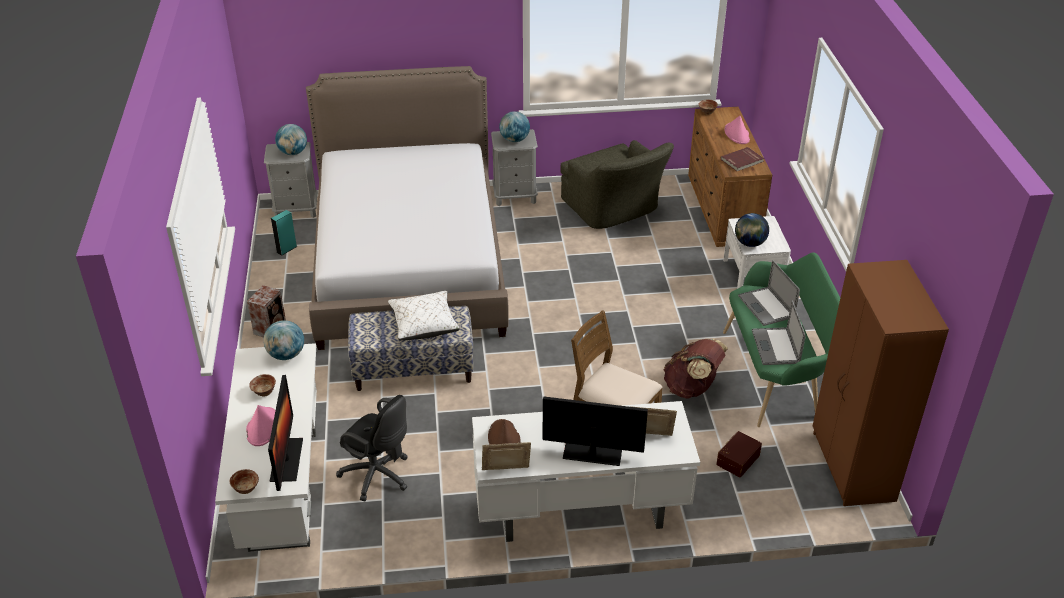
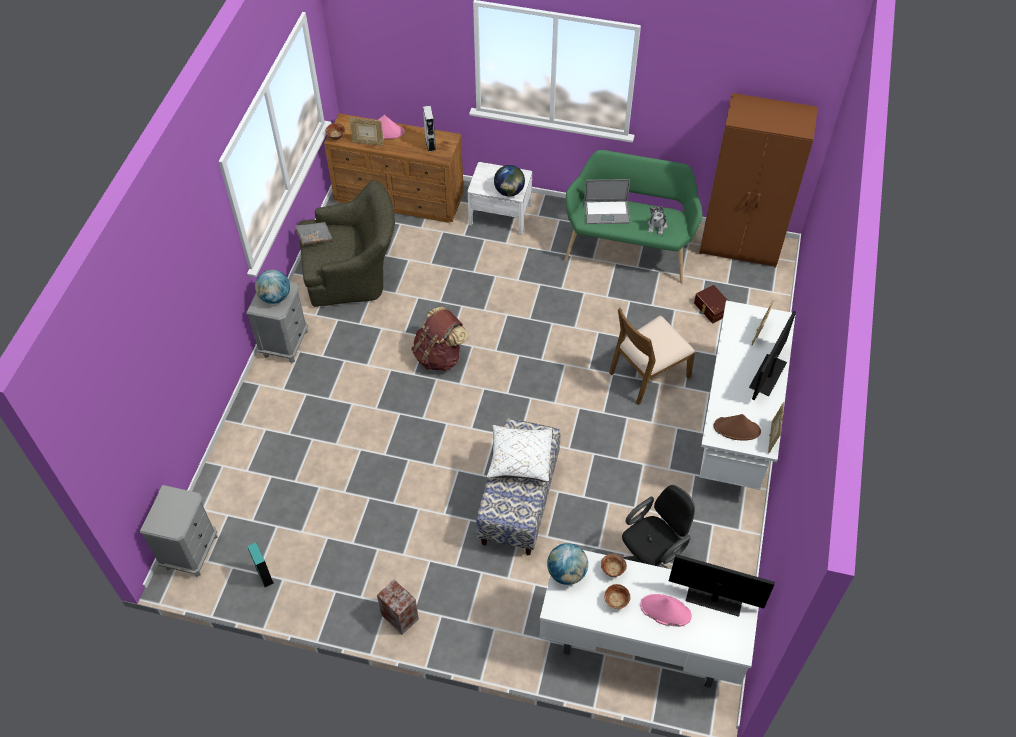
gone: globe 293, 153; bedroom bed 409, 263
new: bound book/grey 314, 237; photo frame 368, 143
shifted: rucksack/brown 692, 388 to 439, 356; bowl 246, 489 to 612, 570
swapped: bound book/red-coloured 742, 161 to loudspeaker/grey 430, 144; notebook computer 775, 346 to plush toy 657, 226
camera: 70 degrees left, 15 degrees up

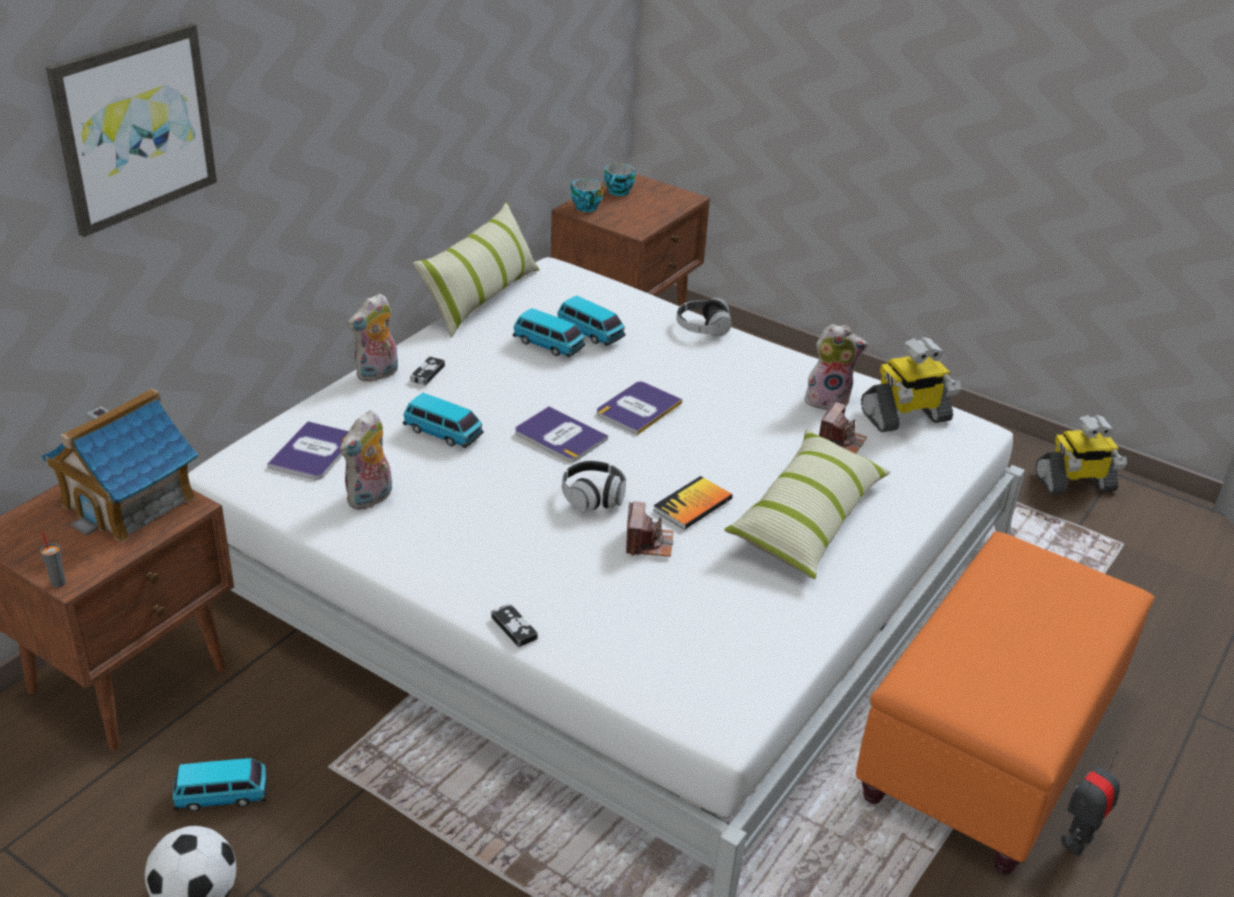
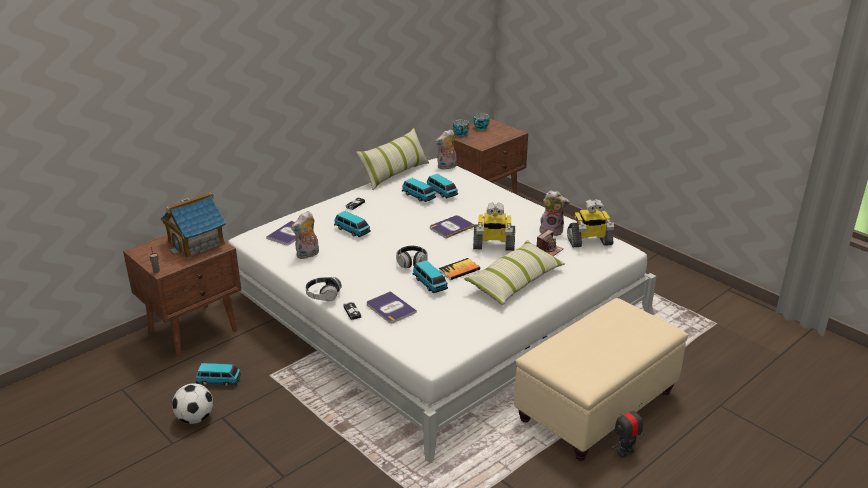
gone: wall picture 134, 127
shifted: headset 702, 329 to 323, 295; bound book 560, 436 to 390, 308; plush toy 377, 374 to 447, 167; robot figure 1074, 483 to 493, 245
swapped: photo camera 648, 543 to miniature car 430, 284
repainted: ottoman/orange-coloured 989, 746 to ottoman/beige-coloured 597, 405
camera: 15 degrees right, 5 degrees down

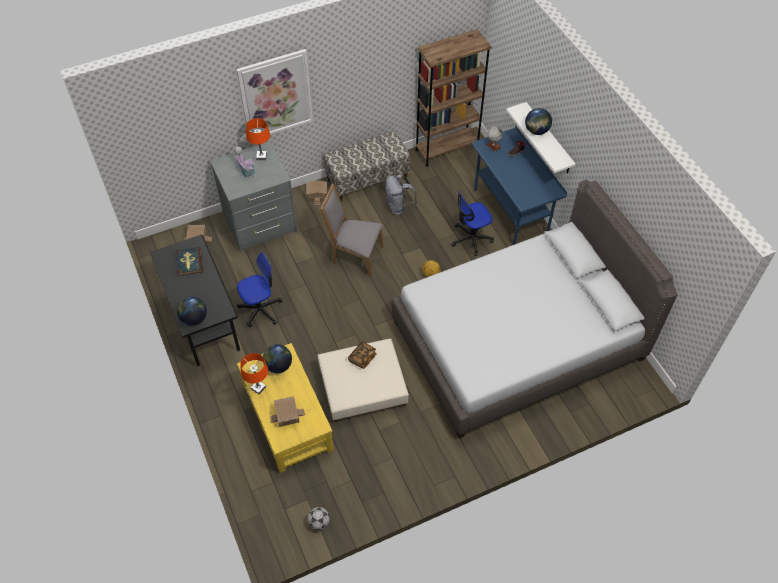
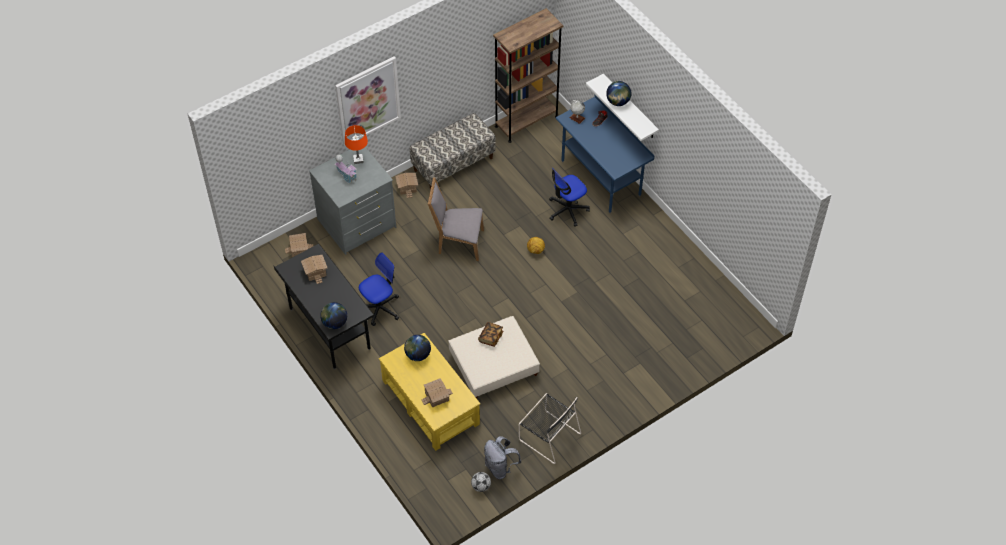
gone: table lamp/orange-coloured 258, 388; bedroom bed/grey 517, 340
new: chair/blackish 548, 435
shifted: rucksack/grey 399, 207 to 500, 467
swapped: bound book 189, 262 to toy house 314, 272
camera: 10 degrees left, 0 degrees up

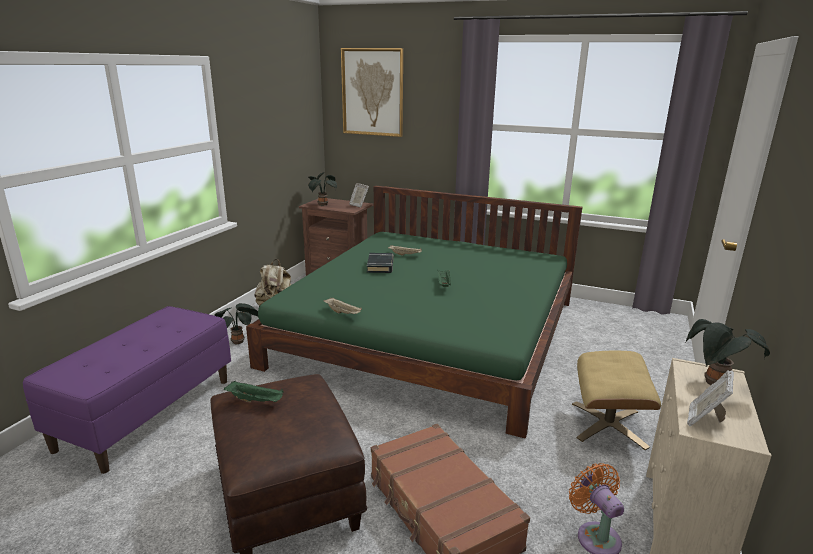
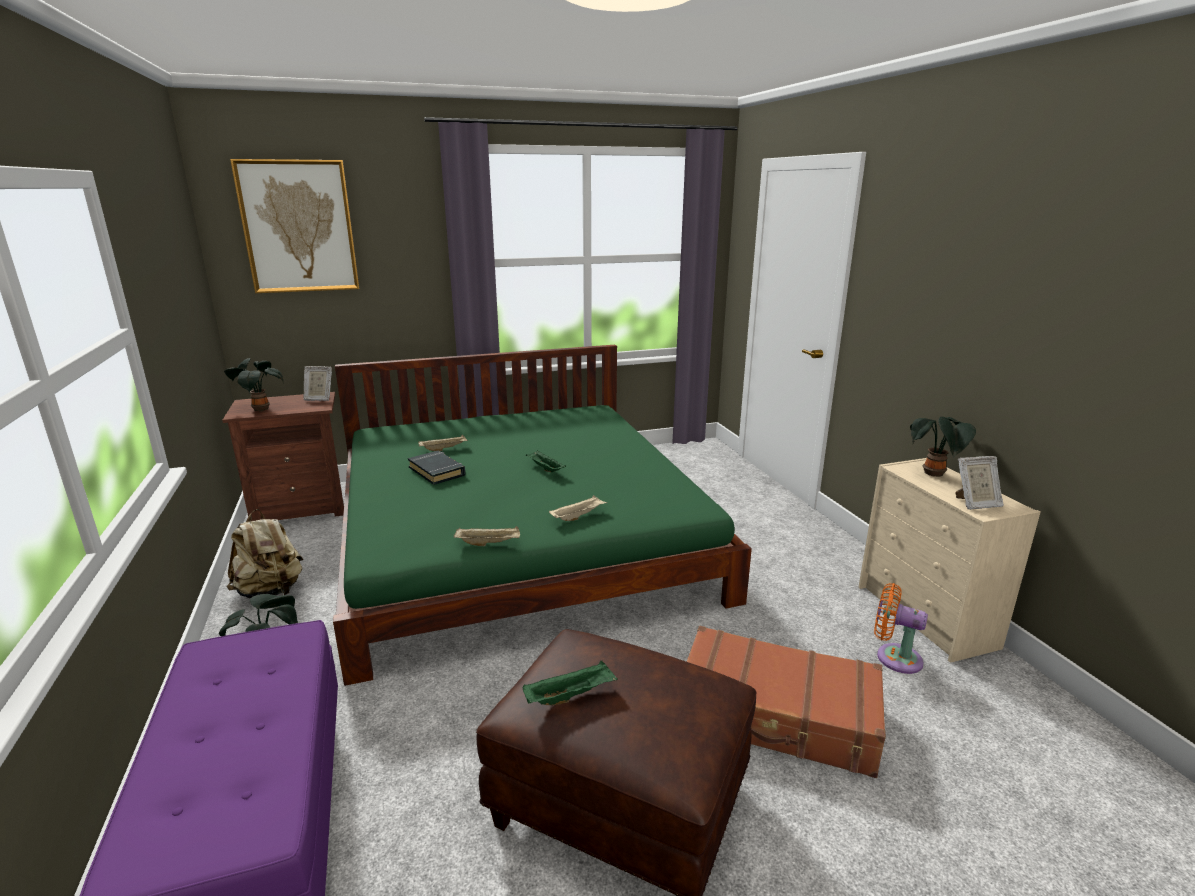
gone: ottoman/beige-coloured 609, 425
new: tray/beige-coloured 578, 516
rotated: photo frame 705, 420 = 975, 504 90 degrees counterclockwise
camera: 40 degrees left, 0 degrees up

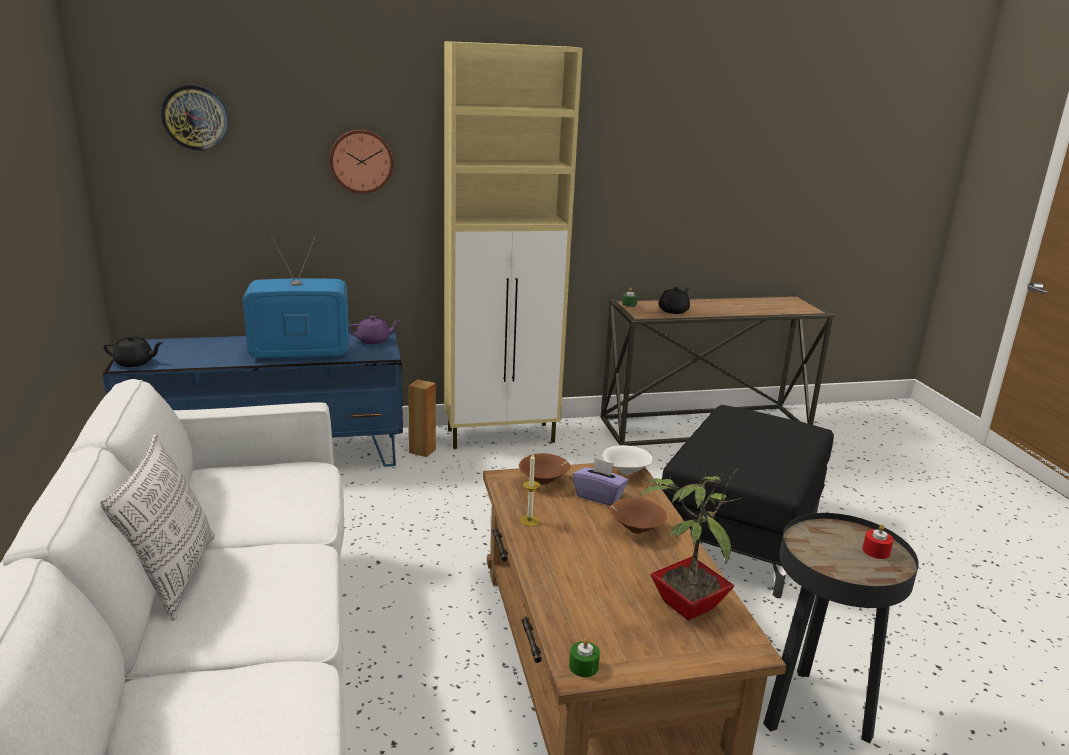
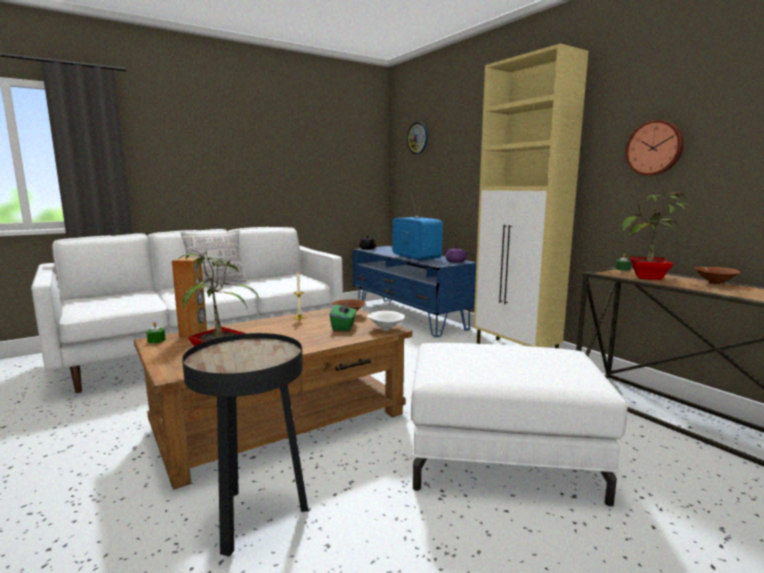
gone: candle/red-coloured 876, 551
shifted: loudspeaker/brown 422, 451 to 193, 334; wall clock 361, 161 to 655, 148; bowl/brown 635, 530 to 713, 283
swapped: tea pot/blackish 674, 310 to plant in a pot 648, 278
repainted: box of tissues/purple 599, 496 to box of tissues/green 344, 326; ottoman/blackish 741, 534 to ottoman/white 502, 460
camera: 70 degrees right, 10 degrees down

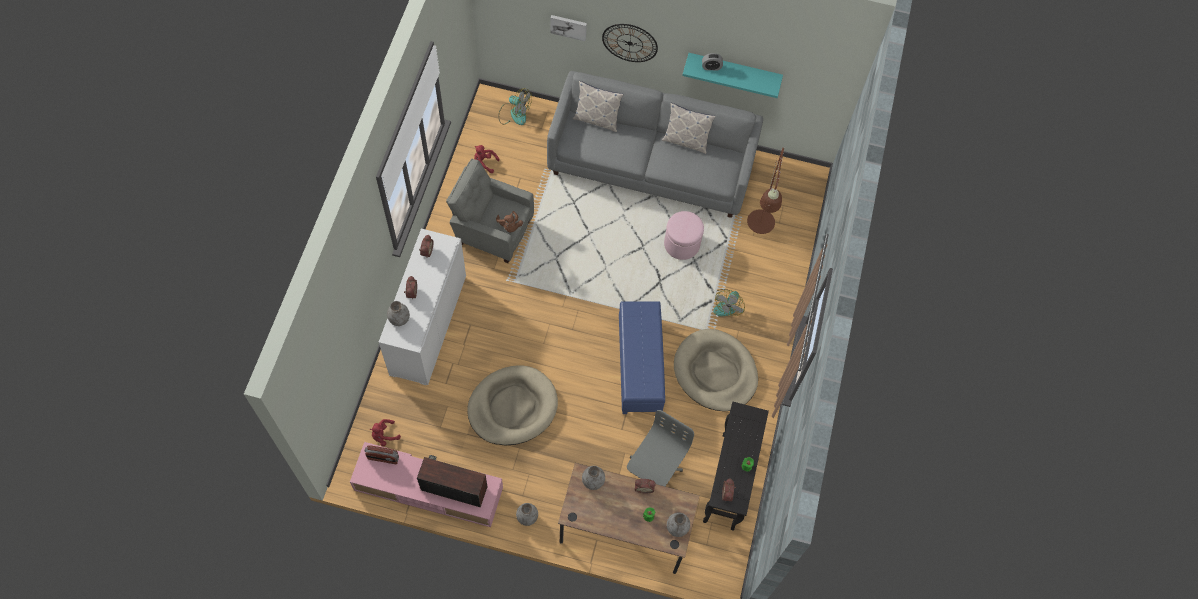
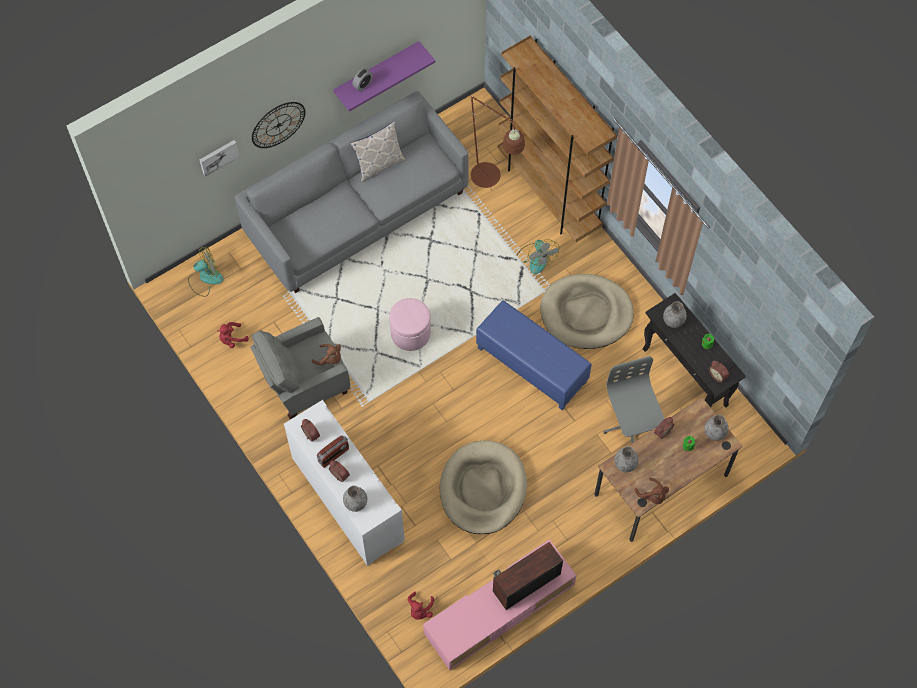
gone: cushion 597, 119
new: shelving unit/brown 549, 193; plush toy/brown 652, 496
shifted: radio receiver 383, 458 to 333, 455; ottoman/pink-coloured 681, 244 to 410, 333; vase/grey 527, 517 to 673, 321
repainted: wall shelf/turquoise 734, 70 to wall shelf/purple 376, 72
camera: 45 degrees left, 0 degrees up

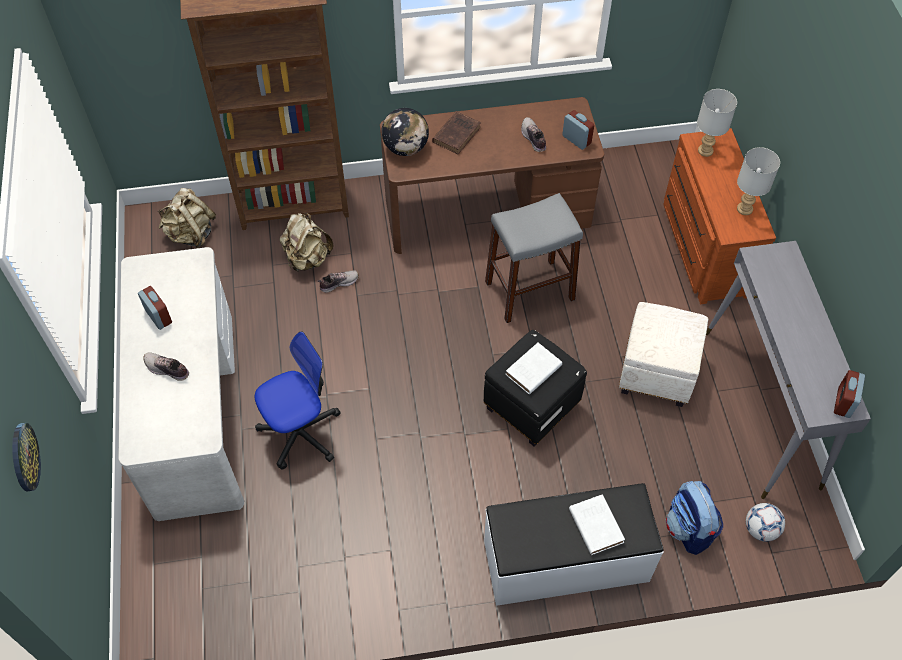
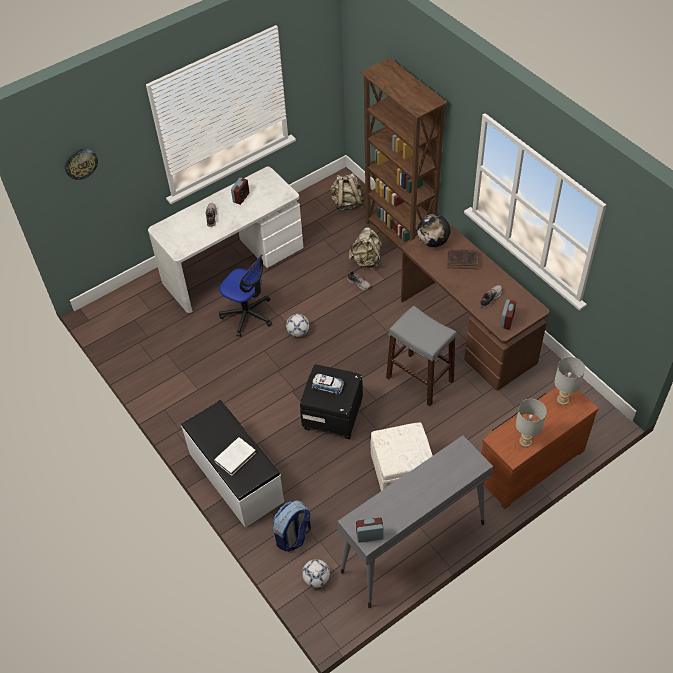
new: football ball 298, 332
swapped: bound book/white 532, 371 to miniature car 327, 385
camera: 65 degrees right, 5 degrees down

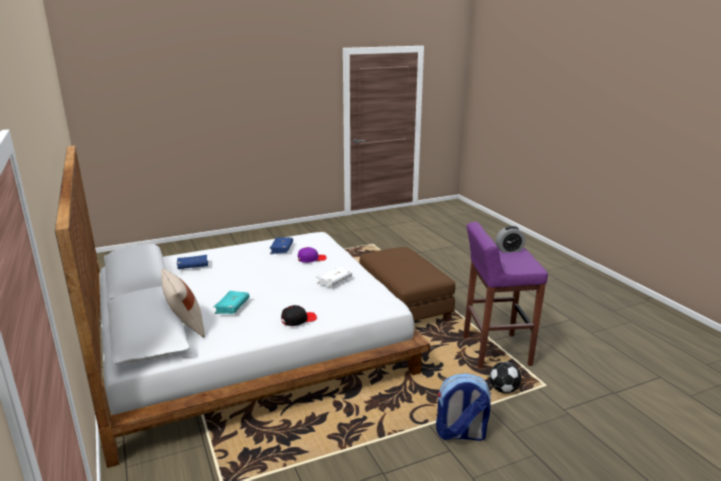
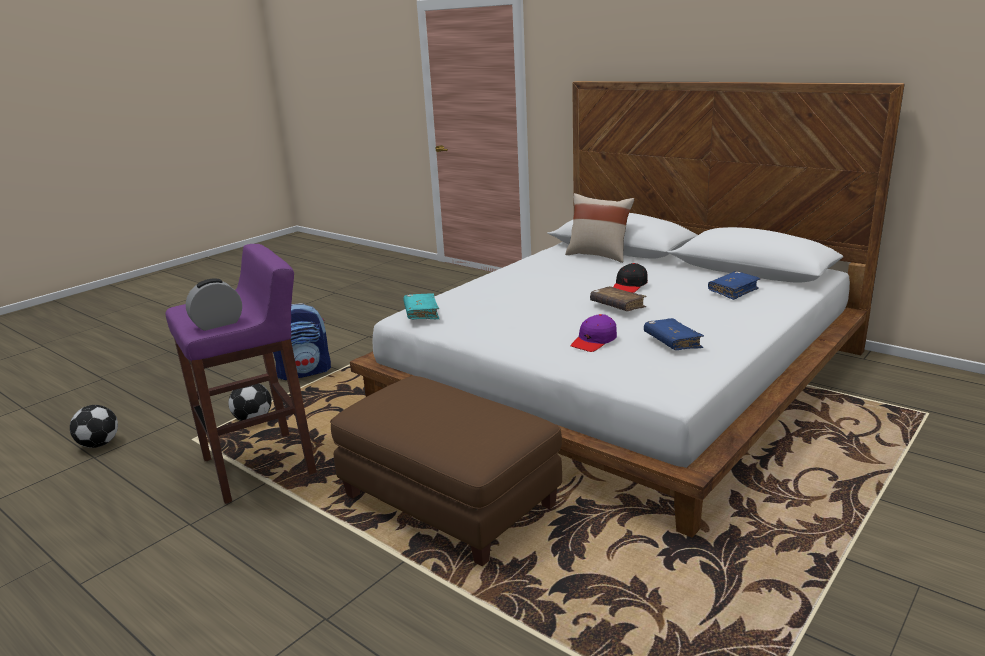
gone: bound book/white 334, 281
new: football ball 98, 444; bound book/brown 617, 306
shifted: bound book/turquoise 232, 307 to 421, 313; cap/blackish 298, 320 to 629, 286
camera: 155 degrees right, 0 degrees up

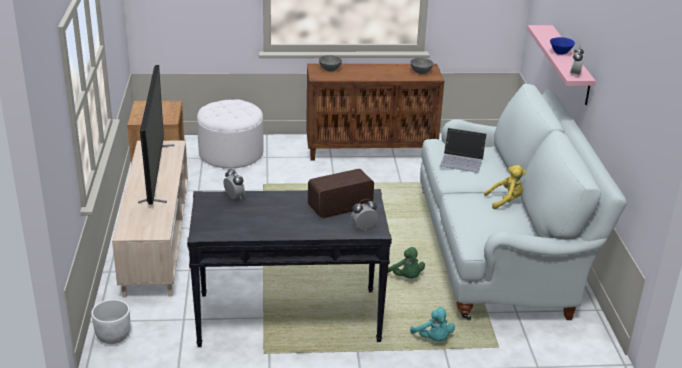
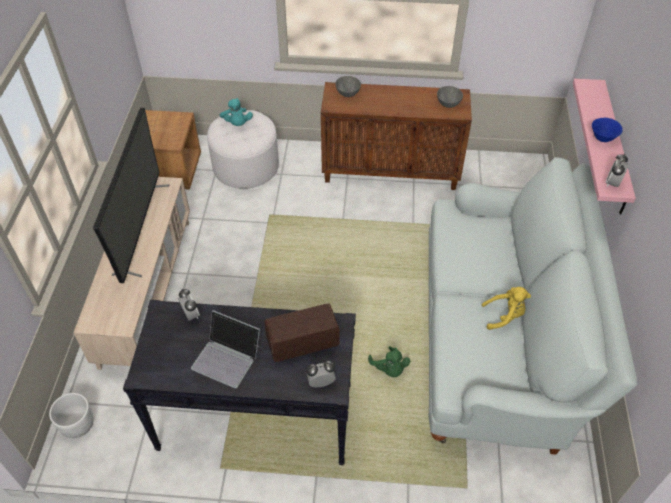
shifted: notebook computer 462, 160 to 227, 357; plush toy/turquoise 433, 339 to 237, 123
camera: 10 degrees right, 20 degrees up

